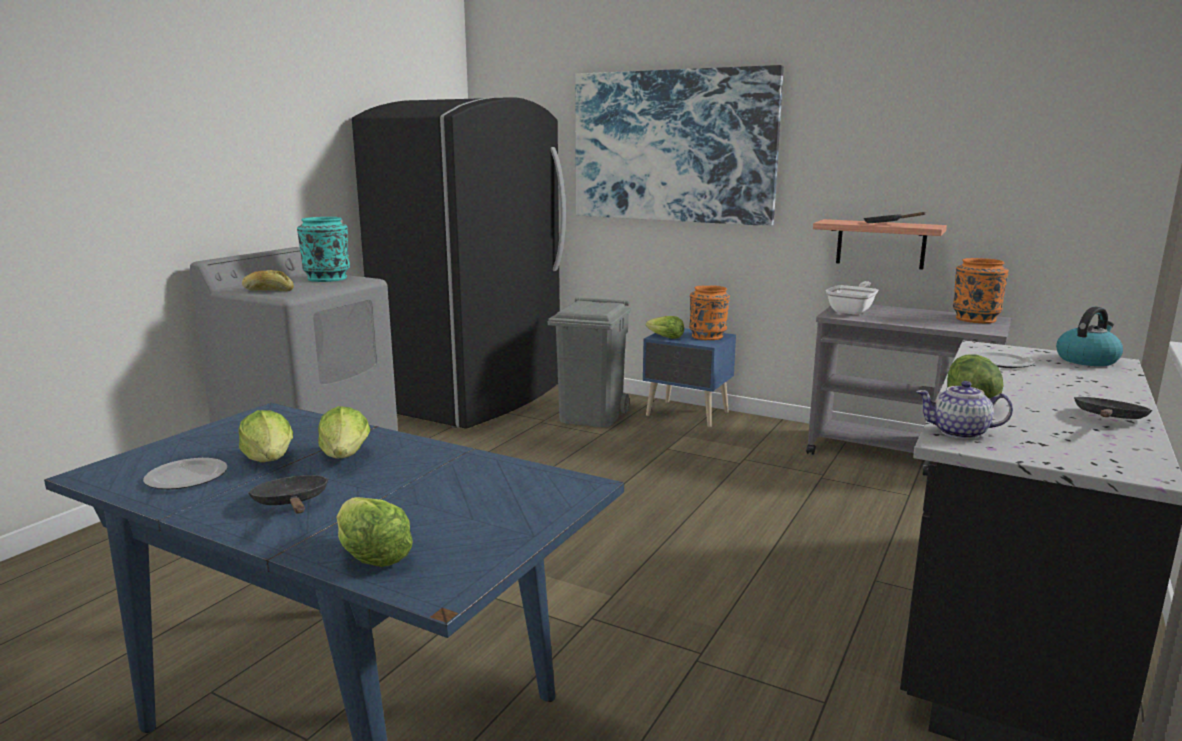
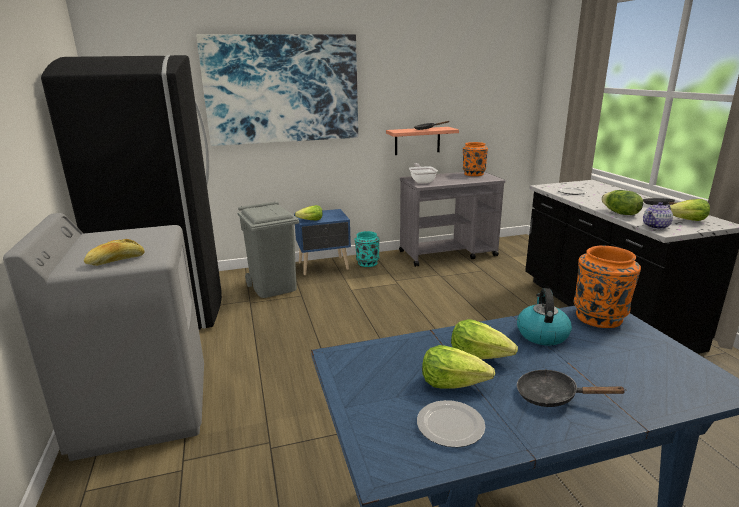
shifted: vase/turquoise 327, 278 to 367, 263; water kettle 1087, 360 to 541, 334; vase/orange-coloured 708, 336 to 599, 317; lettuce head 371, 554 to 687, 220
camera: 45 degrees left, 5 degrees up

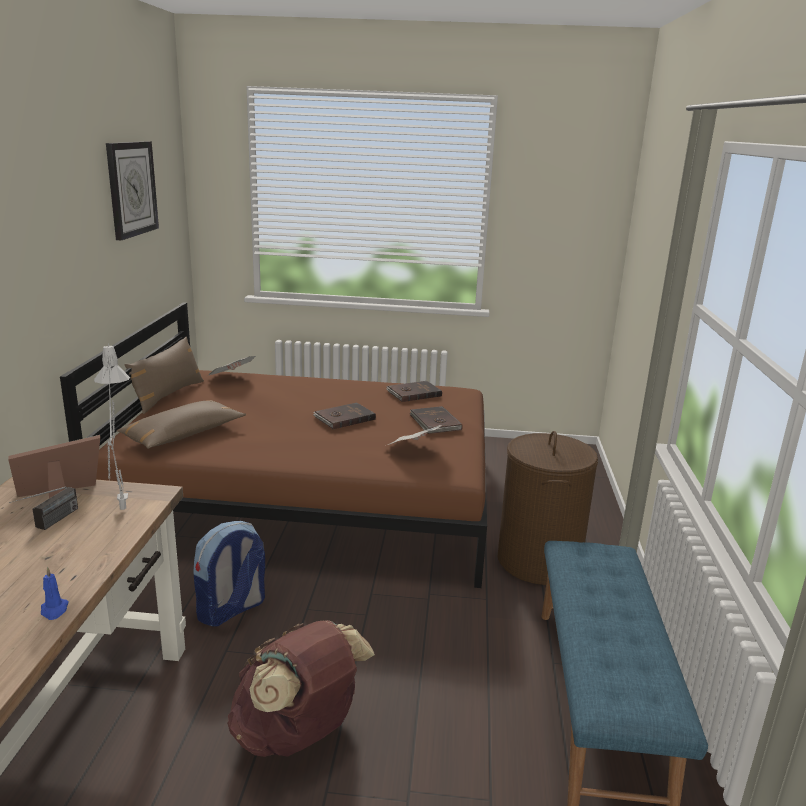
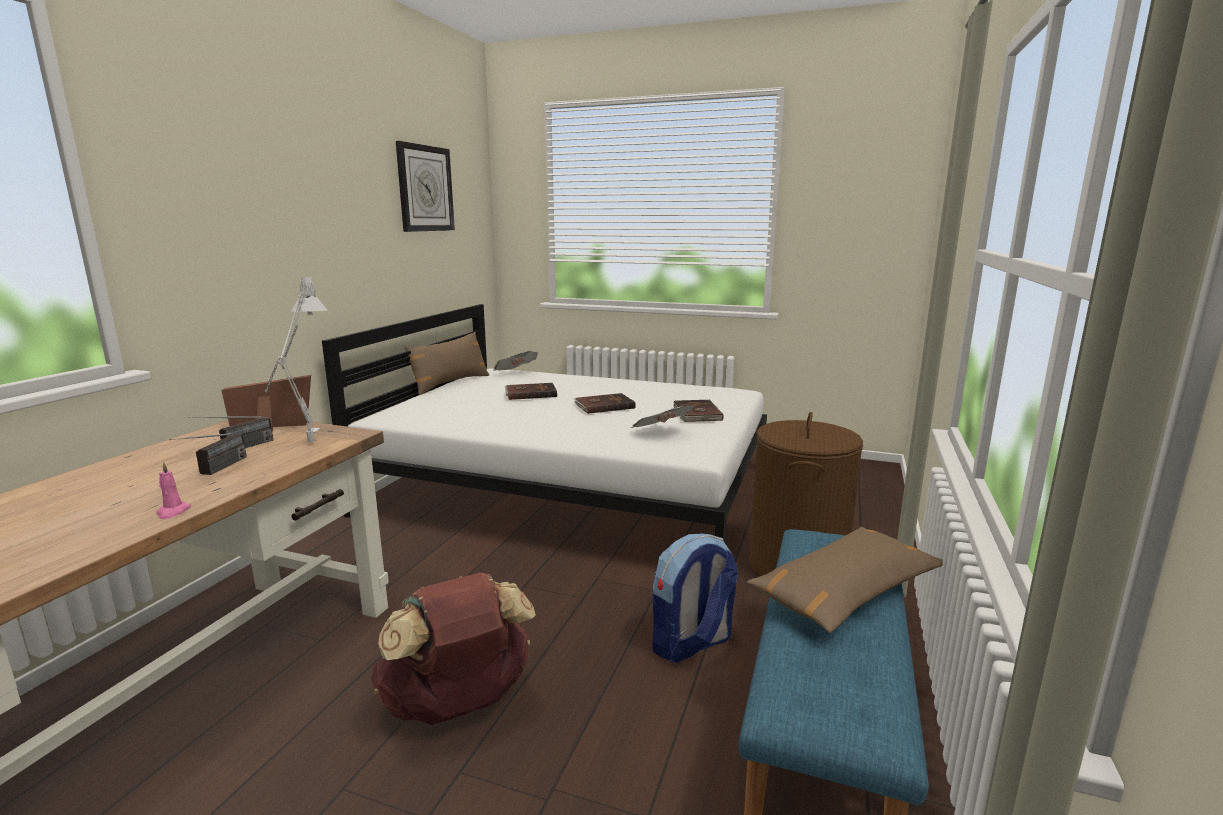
new: radio receiver 215, 470
shifted: bound book/brown 413, 393 to 530, 393; rucksack 231, 610 to 691, 644; cushion/brown 183, 434 to 845, 592
repainted: candle/bluish 54, 610 to candle/pink-coloured 173, 512; bedroom bed/brown 310, 497 to bedroom bed/white 572, 488
camera: 15 degrees right, 5 degrees down

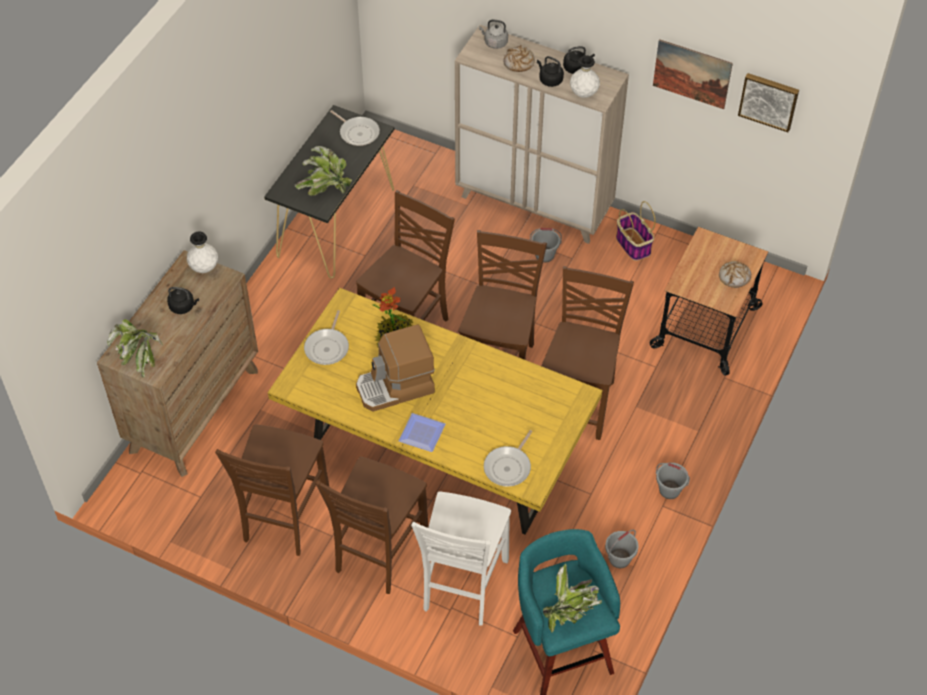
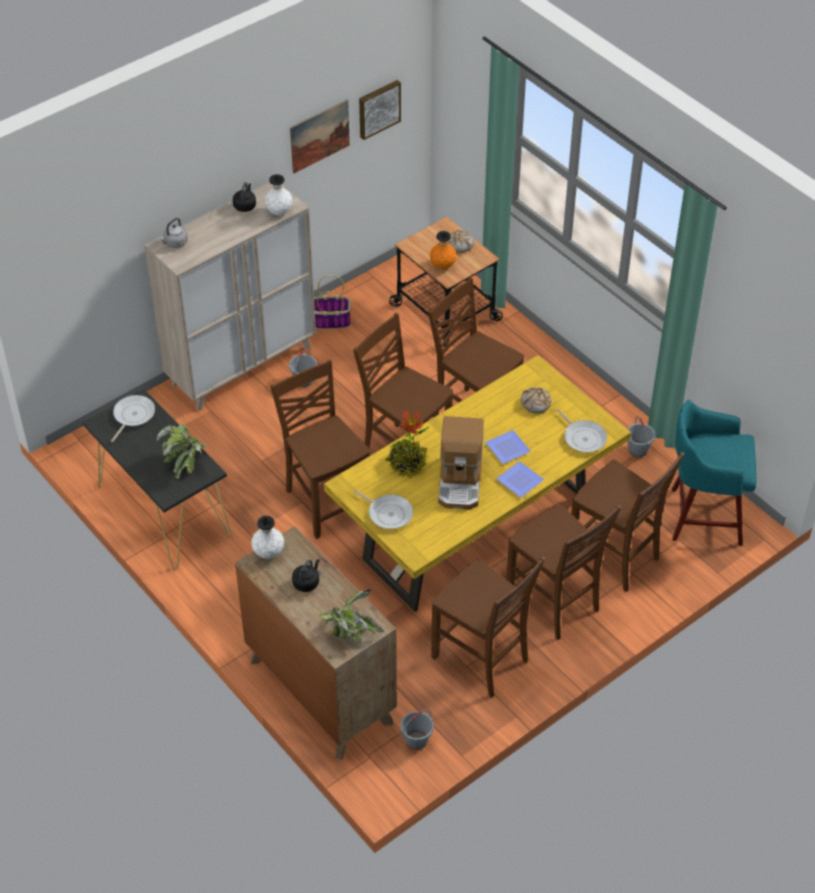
gone: water kettle/blackish 549, 80; plant in a pot 571, 612
new: vase/orange-coloured 442, 266; flat dish 506, 448
shifted: pail/grey 669, 490 to 416, 740; baked bread 519, 63 to 536, 403
repainted: chair/white 463, 586 to chair/brown 615, 557
rotated: pan 358, 133 = 132, 416 45 degrees counterclockwise
camera: 65 degrees left, 5 degrees down

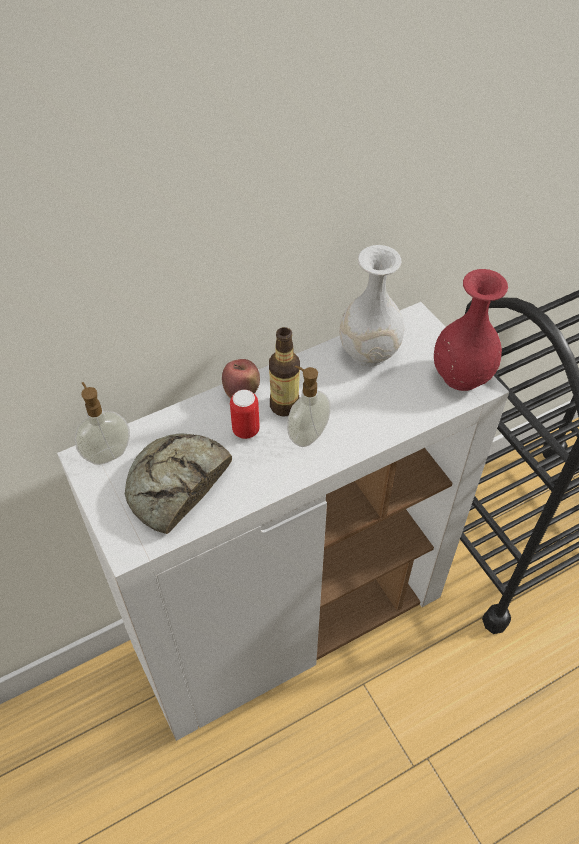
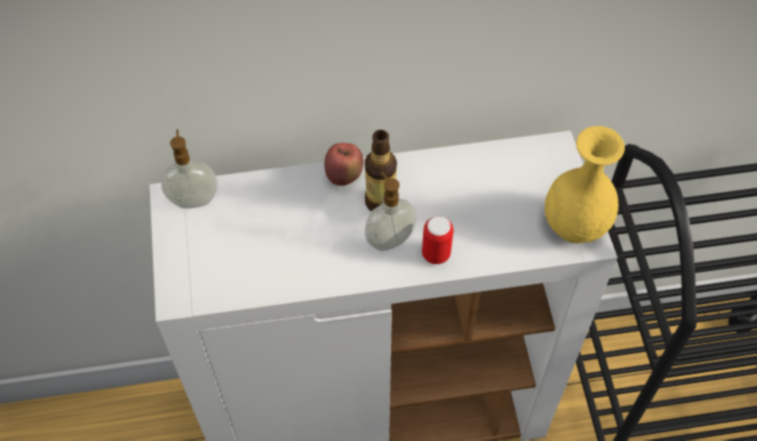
gone: baked bread 176, 485; vase/white 368, 351
shifted: metal can 246, 430 to 436, 254
repainted: vase/red-coloured 462, 375 to vase/yellow 575, 224
camera: 20 degrees right, 5 degrees up

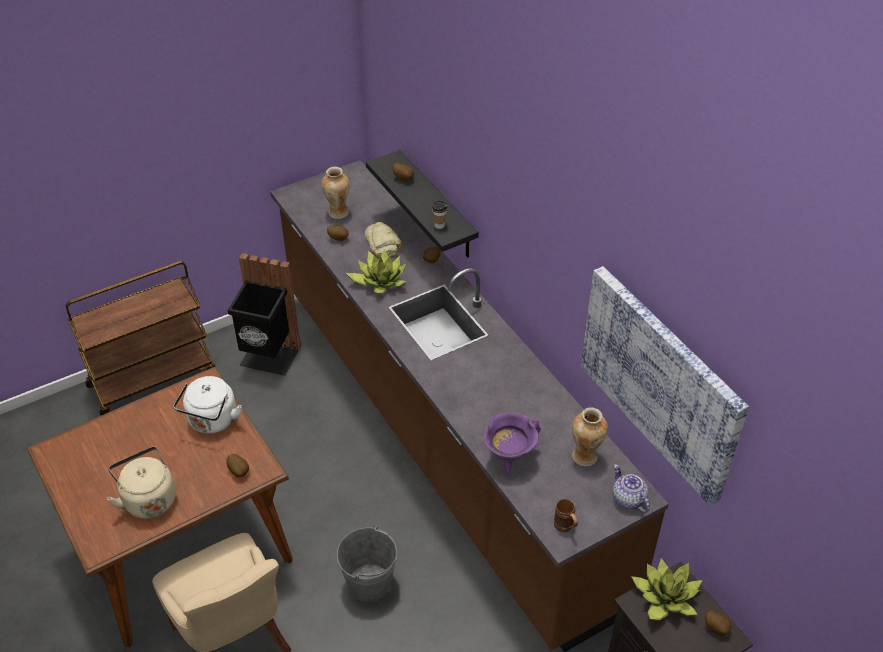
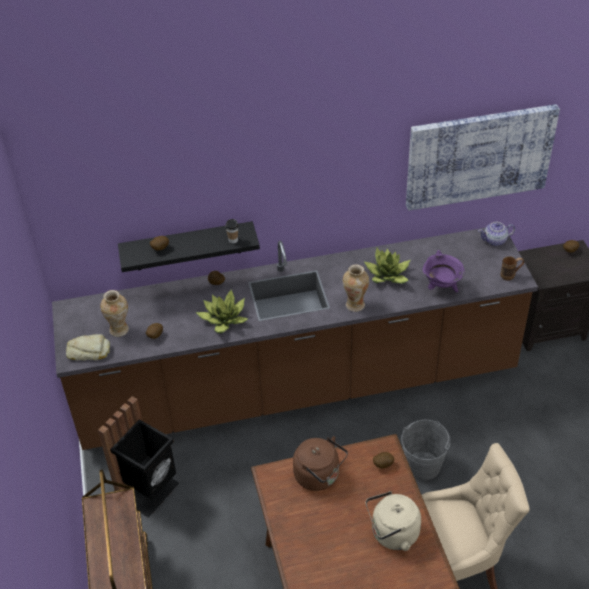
shifted: baked bread 382, 244 to 89, 351; vase 585, 456 to 355, 304; plant in a pot 665, 598 to 388, 275
repainted: water kettle/white 212, 421 to water kettle/brown 319, 476
camera: 70 degrees left, 0 degrees up

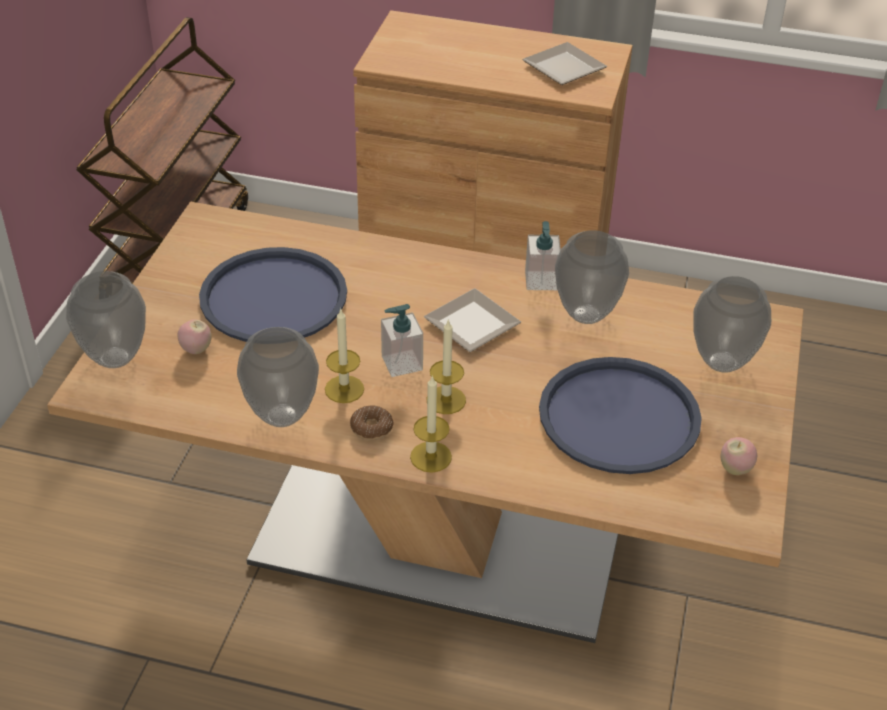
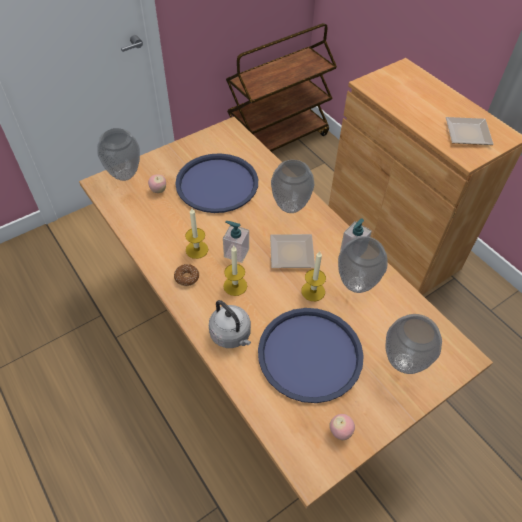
new: water kettle/grey 232, 335
shifted: vase 283, 415 to 291, 207; candle 431, 457 to 313, 291
camera: 40 degrees right, 10 degrees up

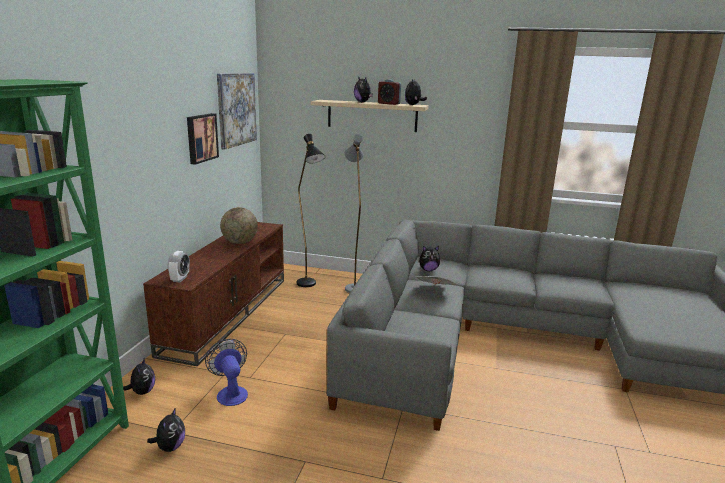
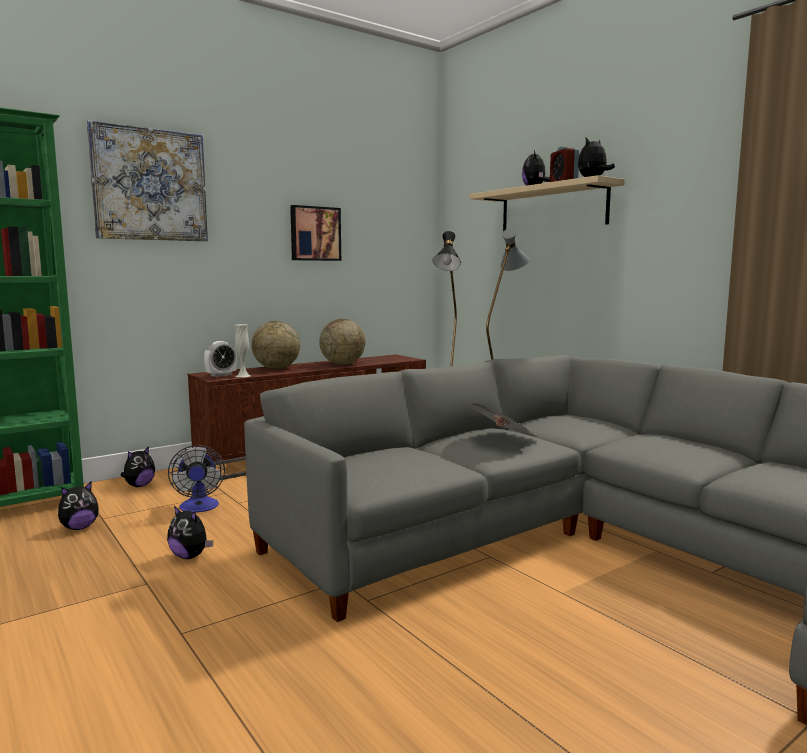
new: vase/white 243, 376; globe 276, 368
shifted: wall picture 236, 109 to 150, 185; plush toy 428, 270 to 190, 556
rotated: electric fan 230, 392 = 199, 508 150 degrees clockwise
camera: 40 degrees right, 10 degrees down

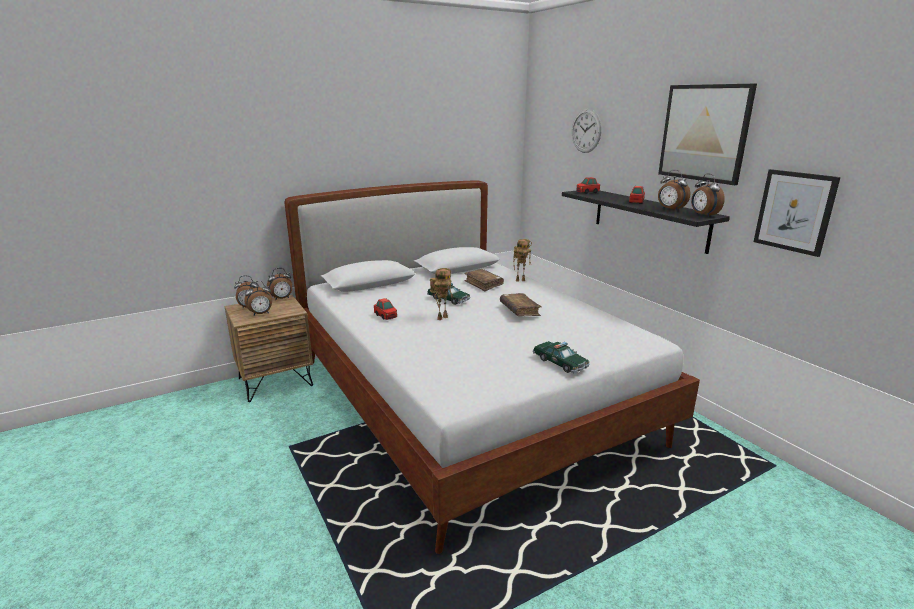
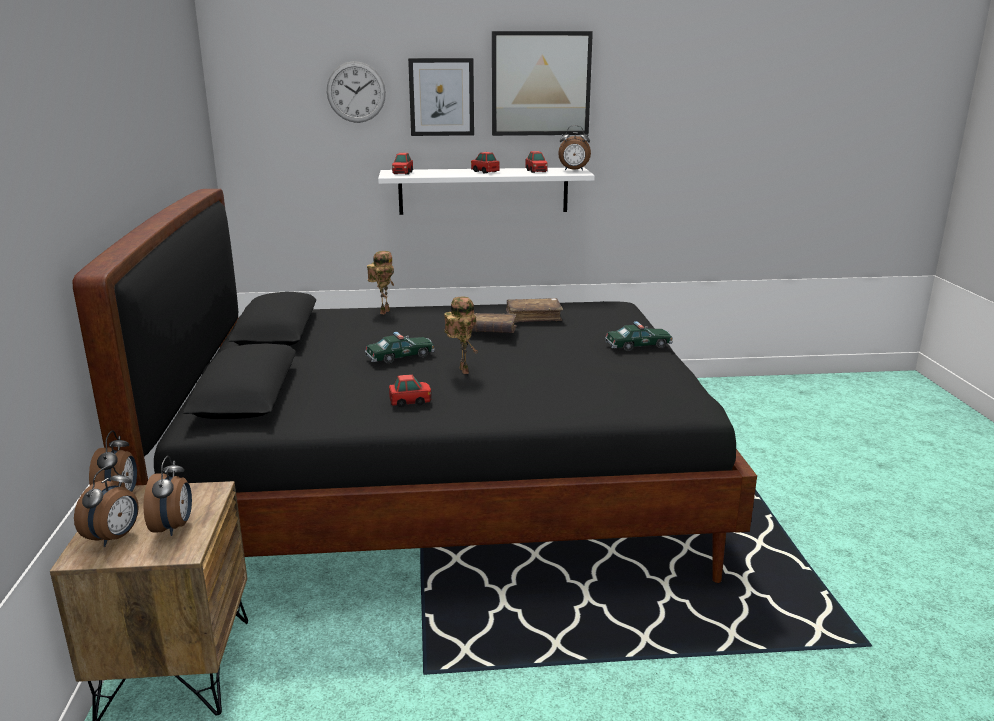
shifted: wall picture 794, 211 to 441, 97; bound book/brown 483, 284 to 533, 317
swapped: table clock 670, 209 to miniature car 536, 171
repainted: bedroom bed/white 467, 400 to bedroom bed/blackish 442, 491; wall shelf/blackish 649, 219 to wall shelf/white 483, 191
camera: 65 degrees left, 0 degrees up

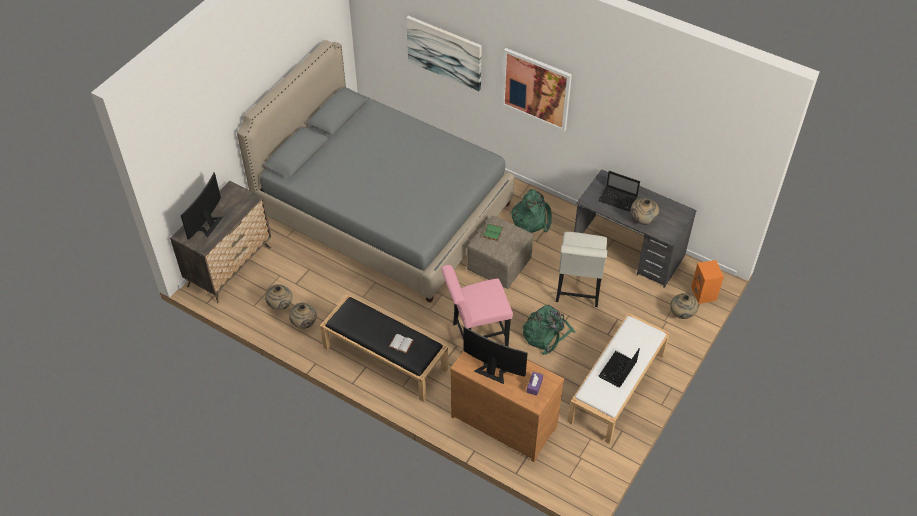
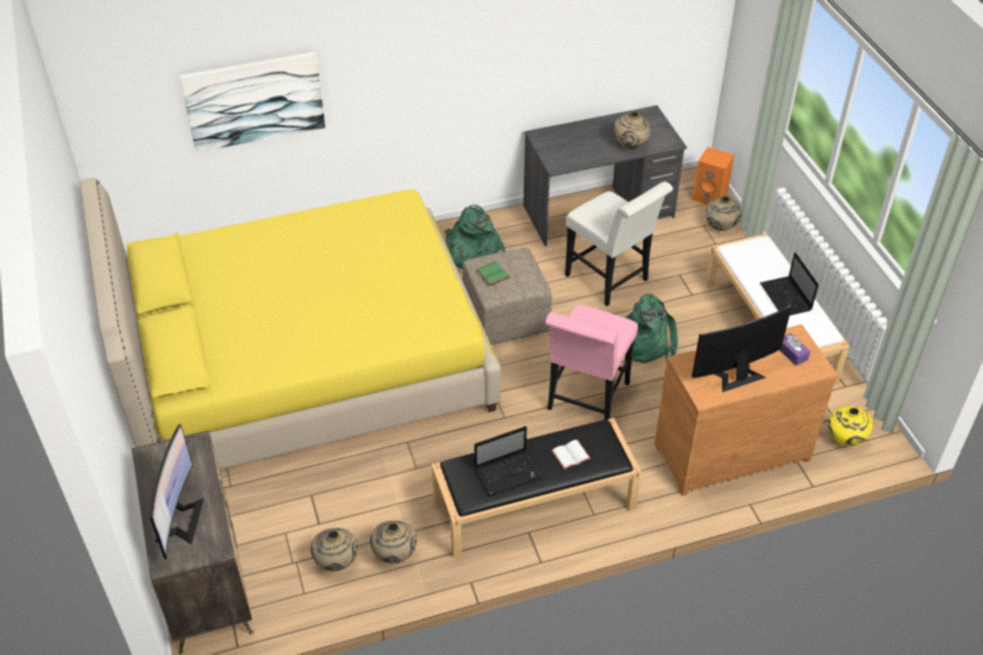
gone: wall picture 536, 89
new: vase/yellow 845, 440
shifted: notebook computer 618, 199 to 508, 473
repainted: bedroom bed/grey 384, 210 to bedroom bed/yellow 305, 365
rotated: computer display 207, 224 = 179, 520 150 degrees counterclockwise
camera: 50 degrees left, 5 degrees down

